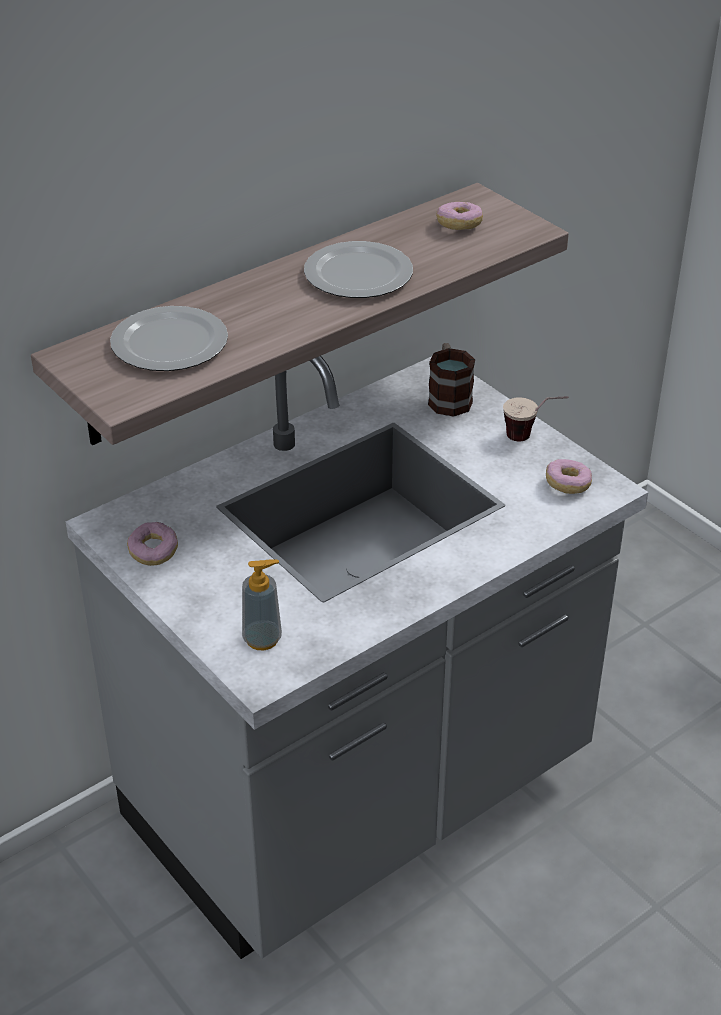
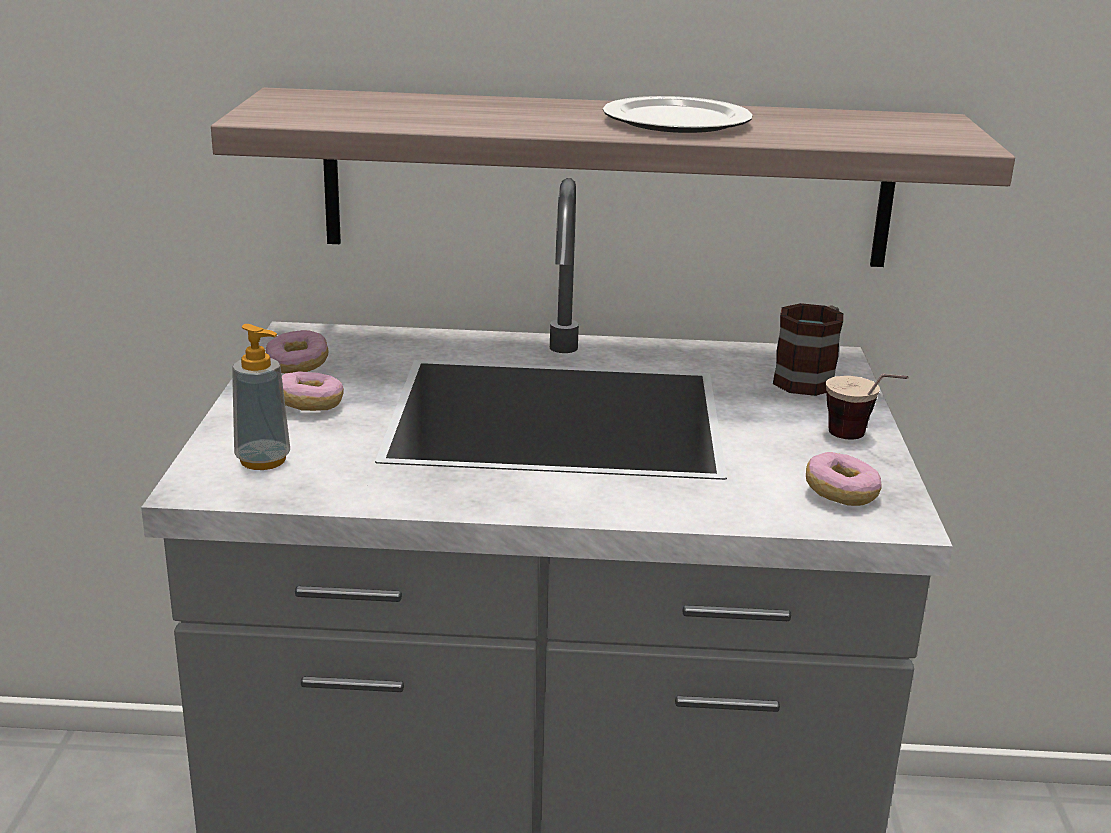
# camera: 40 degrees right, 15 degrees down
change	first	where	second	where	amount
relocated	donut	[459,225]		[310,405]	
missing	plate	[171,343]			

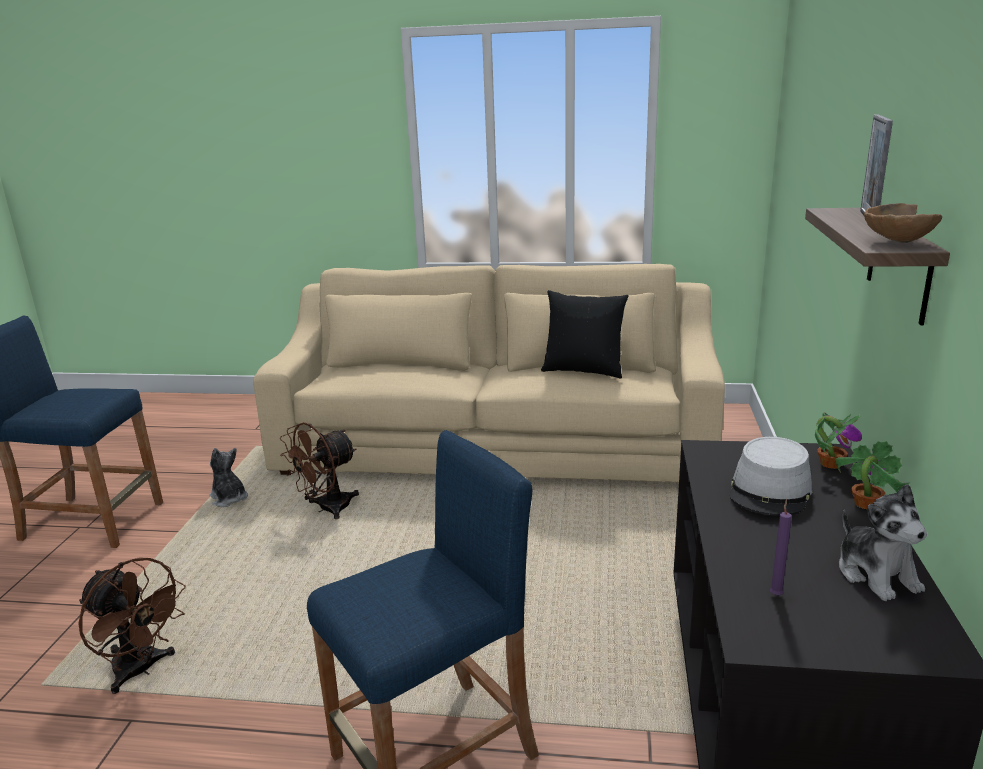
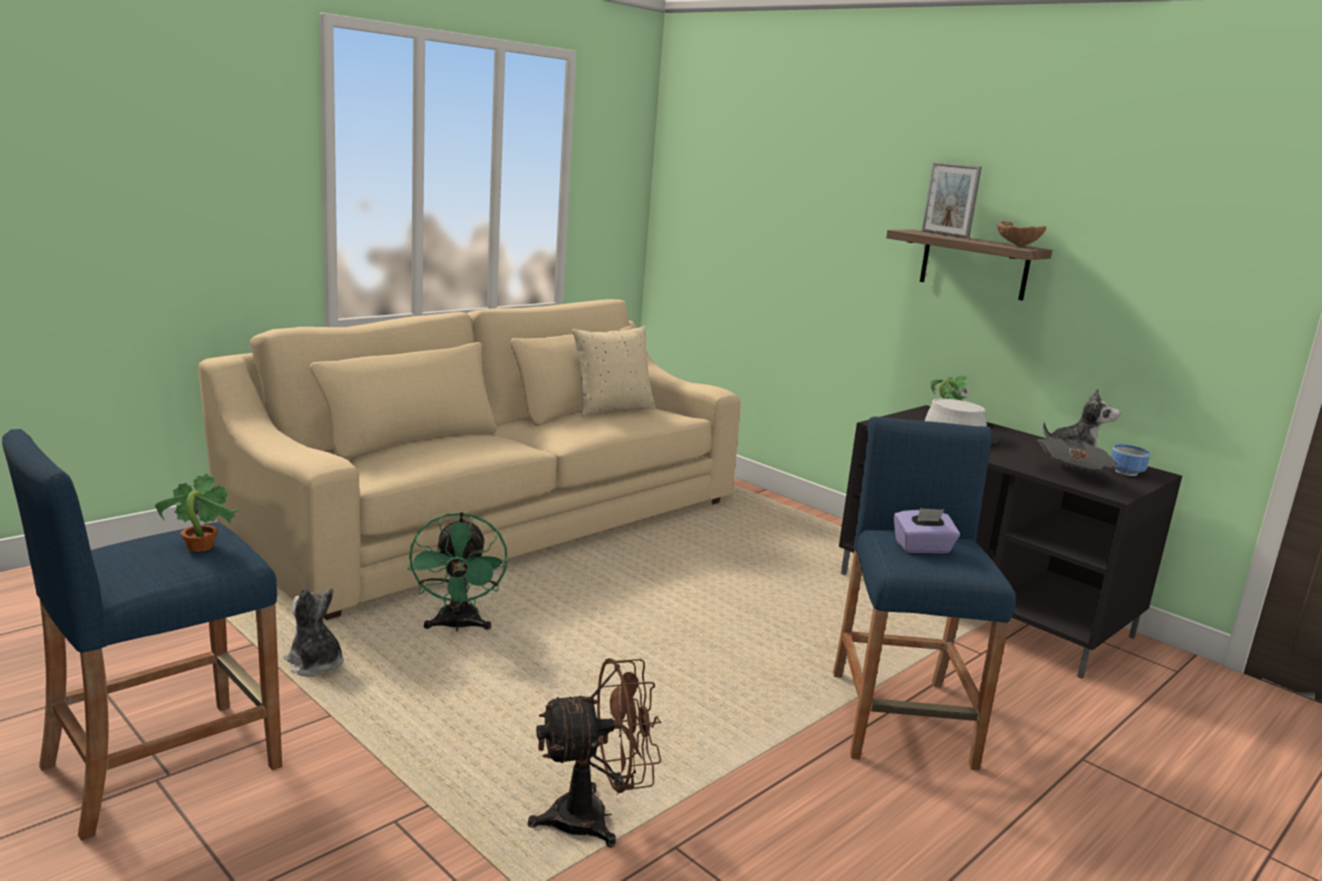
# camera: 55 degrees left, 5 degrees down
change	first	where	second	where	amount
relocated	potted_plant	[865,504]		[199,547]	
spun	plush_toy	[229,499]		[315,664]	45 degrees clockwise
colour	brown_fan	[327,509]	green_fan	[457,626]	
colour	black_pillow	[583,370]	beige_pillow	[612,409]	
appeared			purple_tissue_box	[922,548]	
exchanged	purple_candle	[776,594]	newspaper	[1073,474]	
appeared			bowl	[1127,472]	

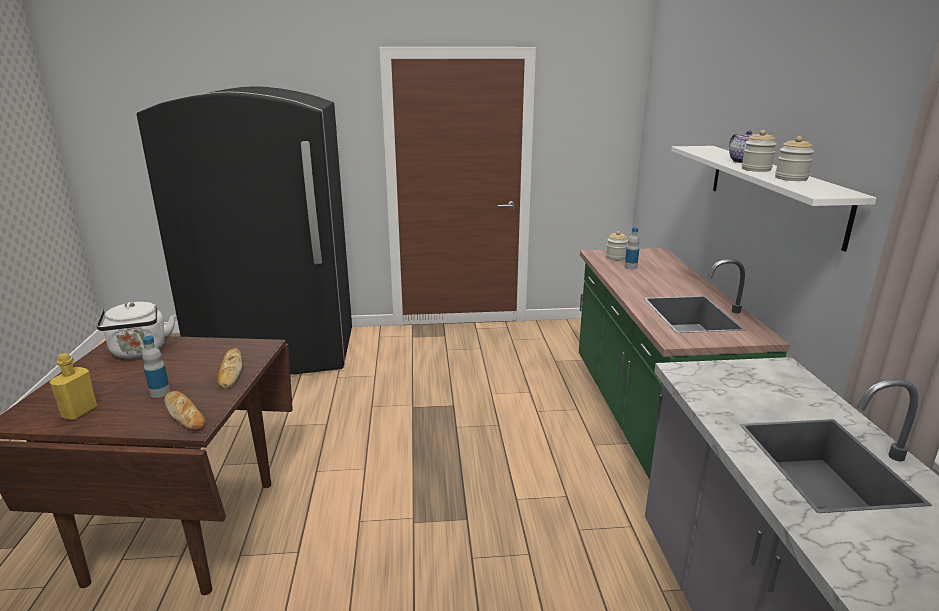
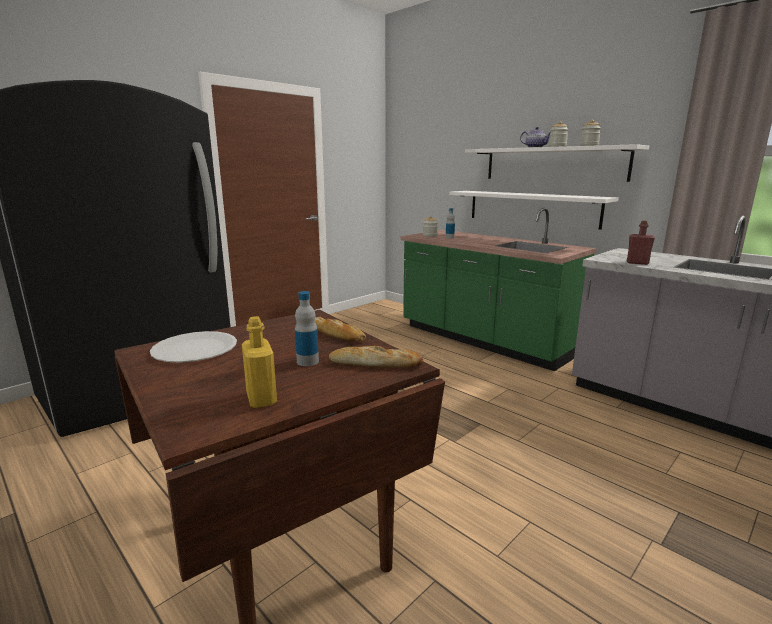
# camera: 40 degrees left, 5 degrees down
change	first	where	second	where	amount
exchanged	white_kettle	[140,352]	white_plate	[195,349]	
appeared			white_shelf	[531,208]	
appeared			red_bottle	[637,263]	

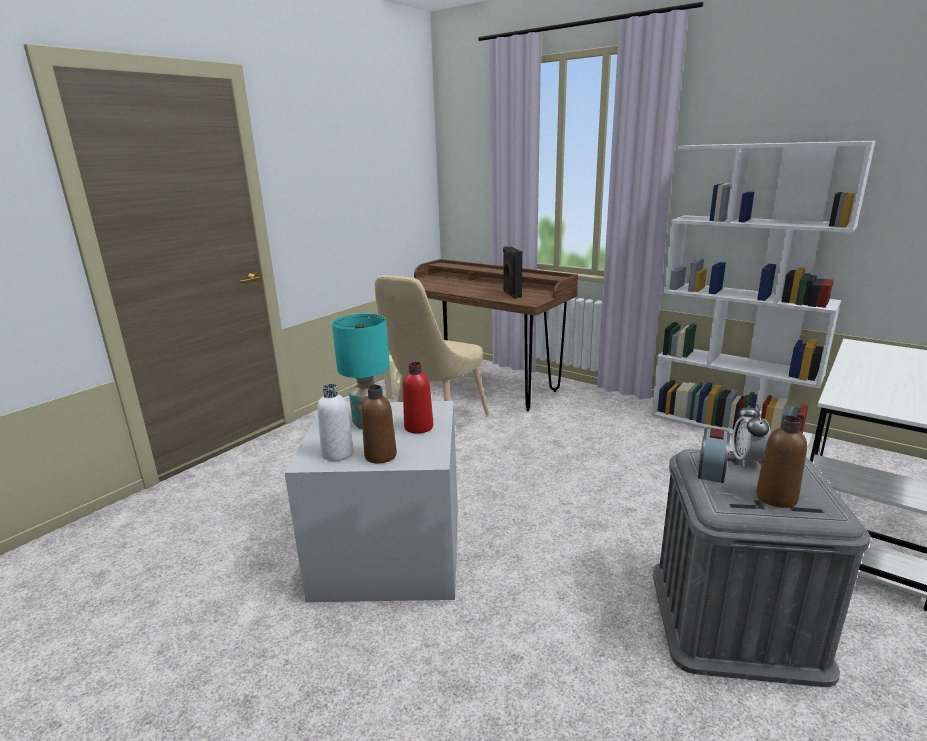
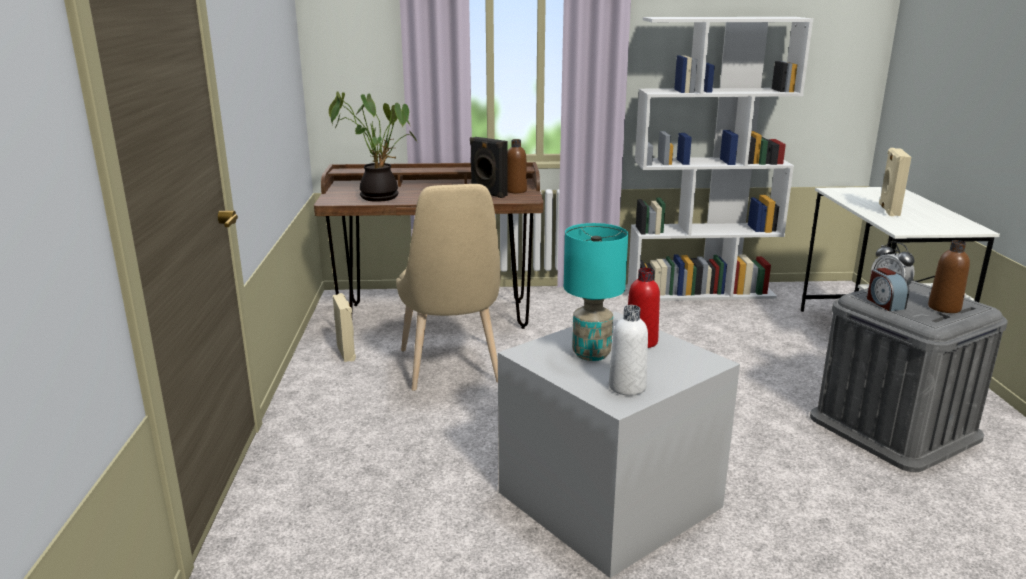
# camera: 40 degrees left, 0 degrees up
change	first	where	second	where	amount
appeared			potted_plant	[379,196]	
relocated	brown_bottle	[380,456]		[516,191]	
appeared			beige_speaker	[888,210]	

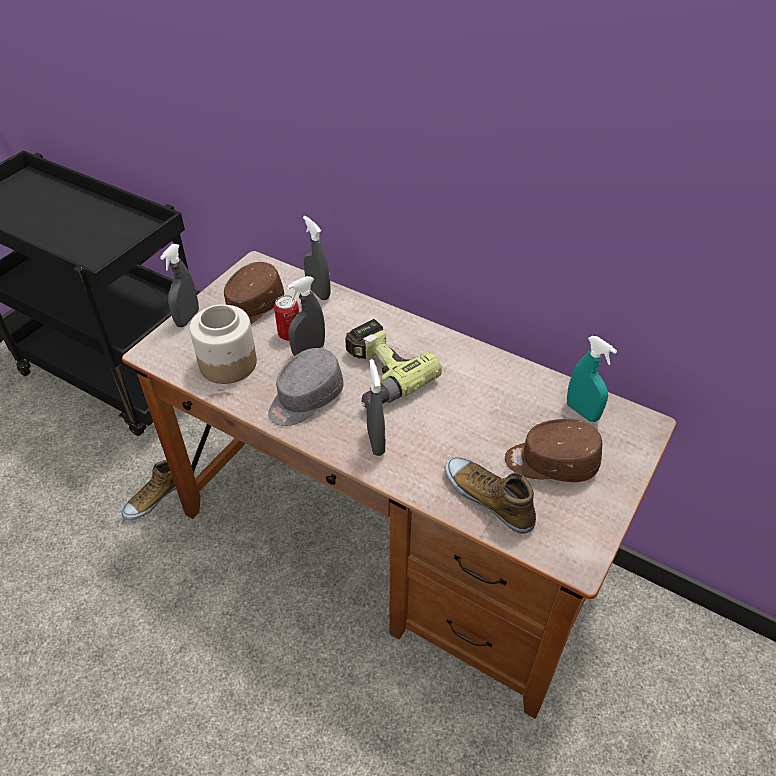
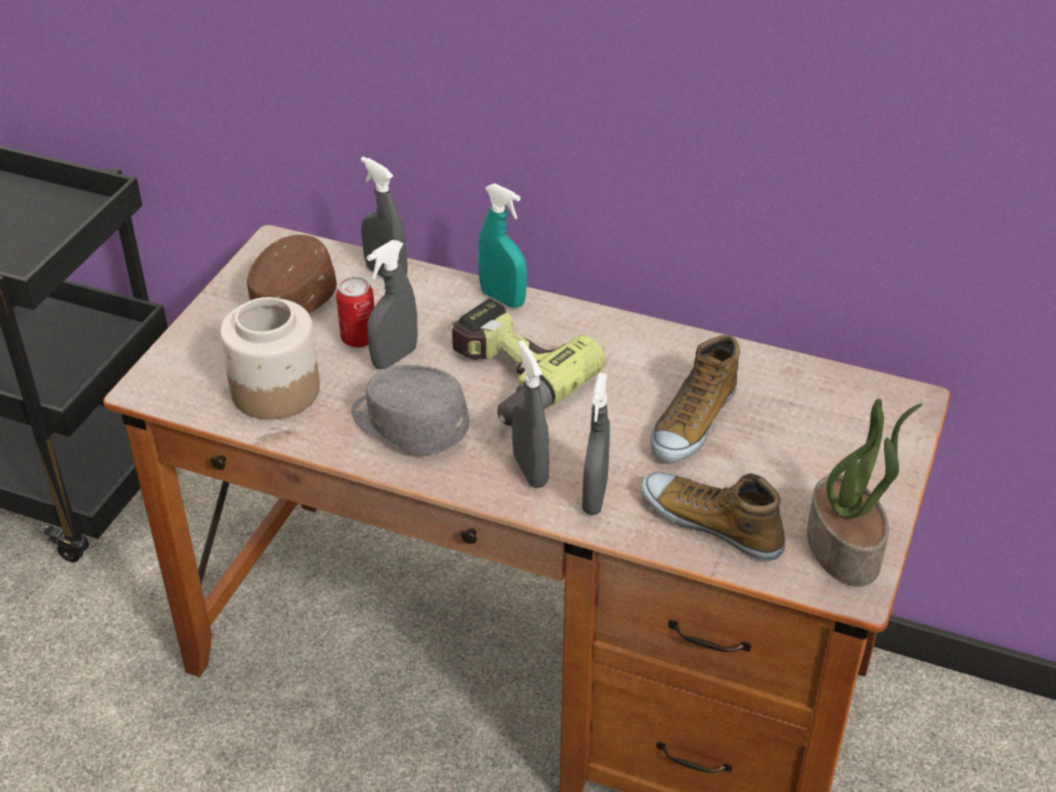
# camera: 10 degrees left, 5 degrees down
change	first	where	second	where	amount
spun	grey_cap	[305,399]		[408,425]	90 degrees clockwise
relocated	turquoise_spray_bottle	[582,412]		[502,298]	
relocated	grey_spray_bottle	[187,318]		[595,497]	
relocated	shoe	[154,497]		[692,422]	
appeared			potted_plant	[845,548]	
missing	brown_cap	[551,462]			

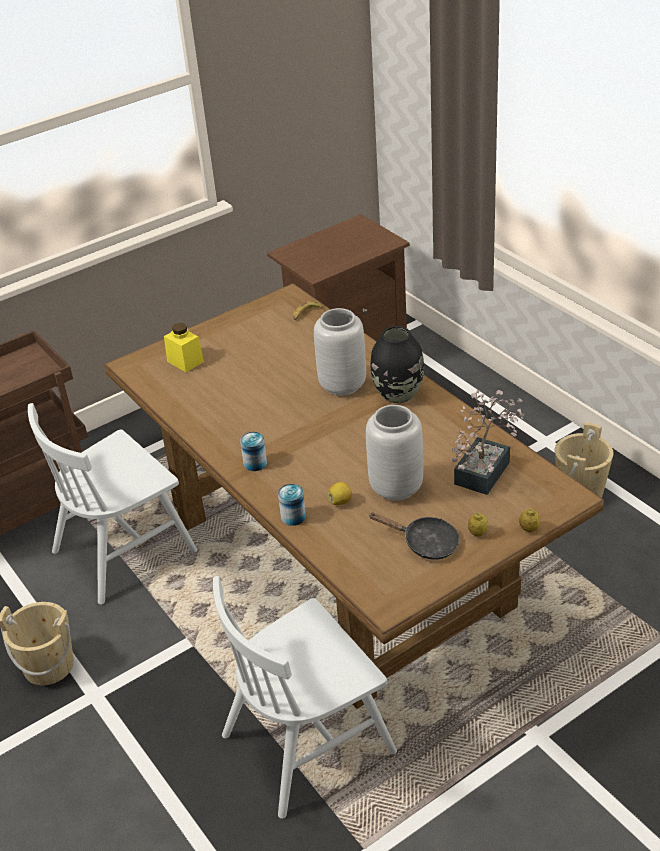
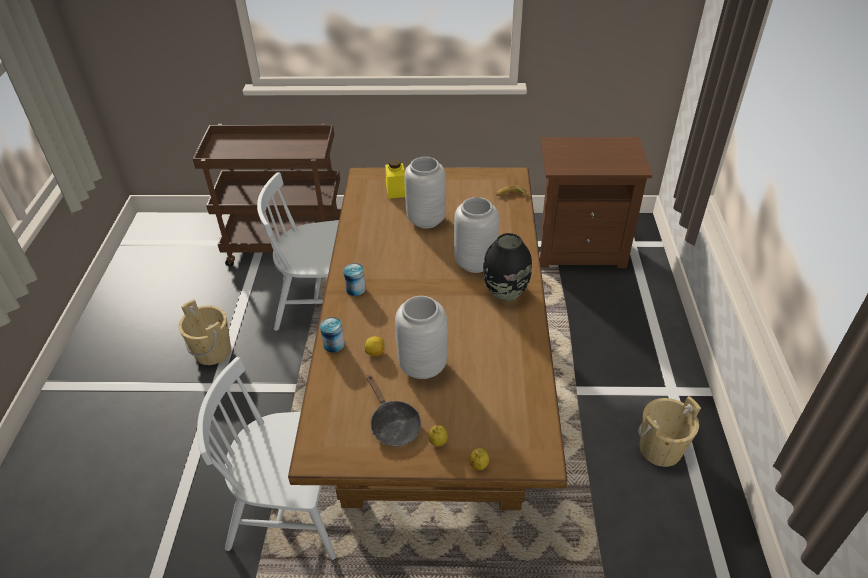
# camera: 35 degrees right, 5 degrees up
change	first	where	second	where	amount
appeared			grey_vase	[425,219]	
missing	potted_plant	[486,469]			

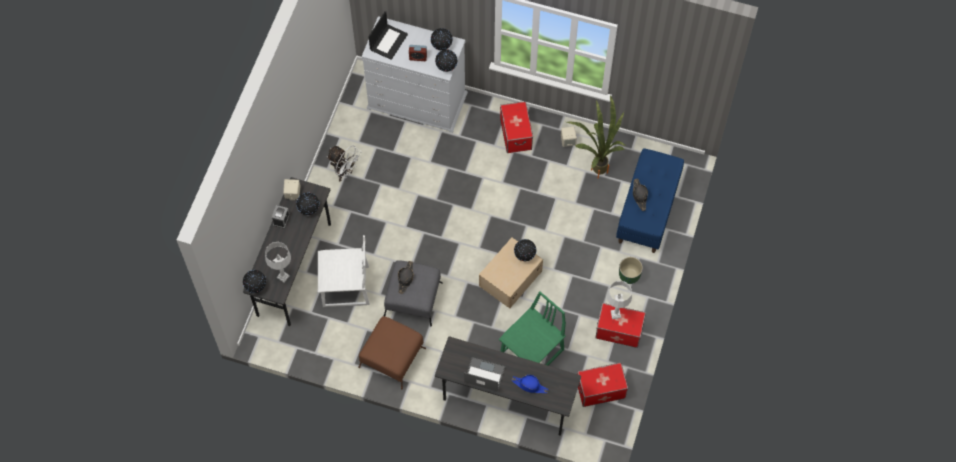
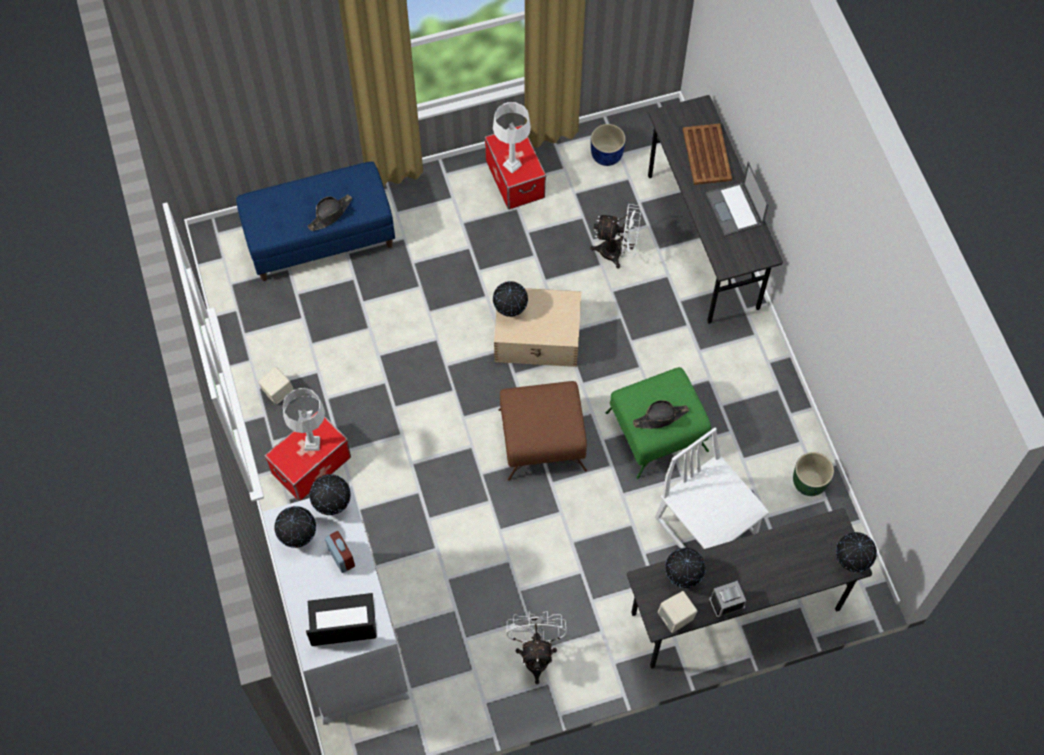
# camera: 125 degrees left, 0 degrees up
change	first	where	second	where	amount
relocated	grey_table_lamp	[283,277]		[312,443]	
relocated	brown_ottoman	[392,357]		[541,439]	
exchanged	green_chair	[532,352]	white_fan	[617,252]	
exchanged	storage_box	[600,390]	blue_planter	[607,155]	
colour	grey_ottoman	[413,299]	green_ottoman	[656,431]	
exchanged	blue_hat	[530,385]	brown_tray	[707,154]	
relocated	green_planter	[629,276]		[809,481]	
missing	potted_plant	[598,166]			

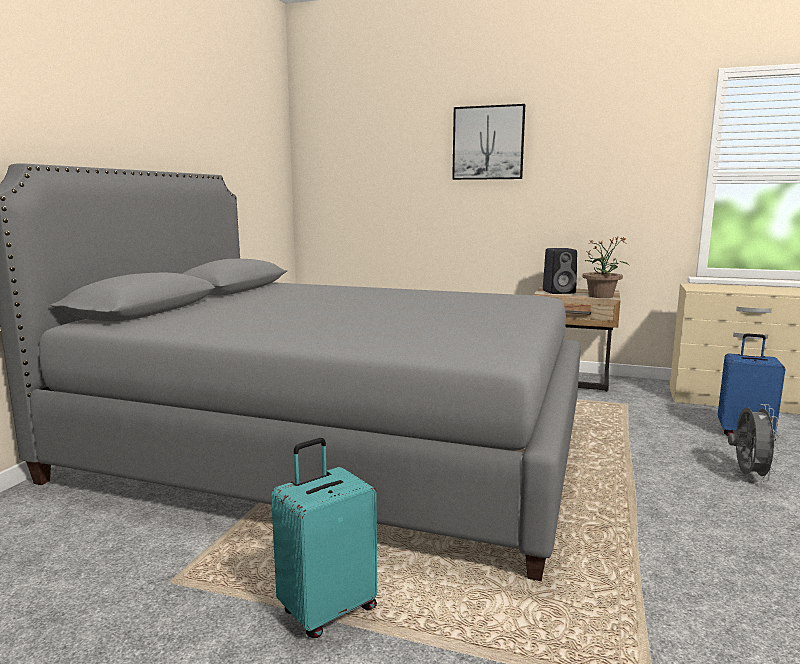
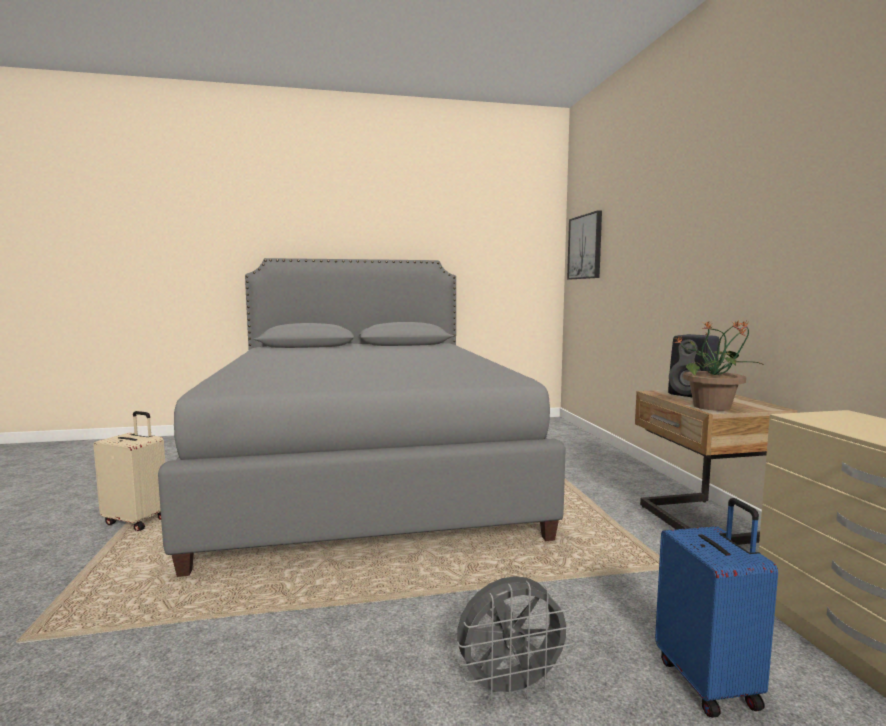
# camera: 60 degrees right, 5 degrees down
change	first	where	second	where	amount
colour	turquoise_suitcase	[327,610]	beige_suitcase	[137,520]	
relocated	picture	[488,143]		[585,247]	

